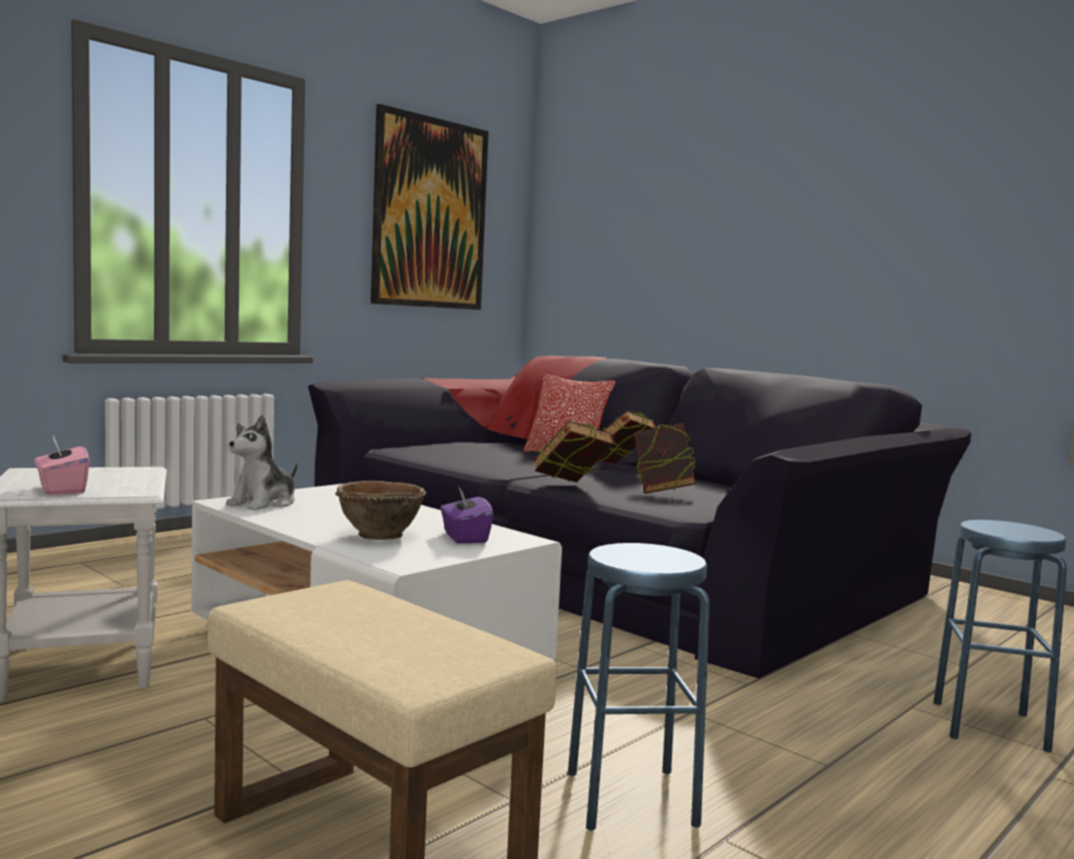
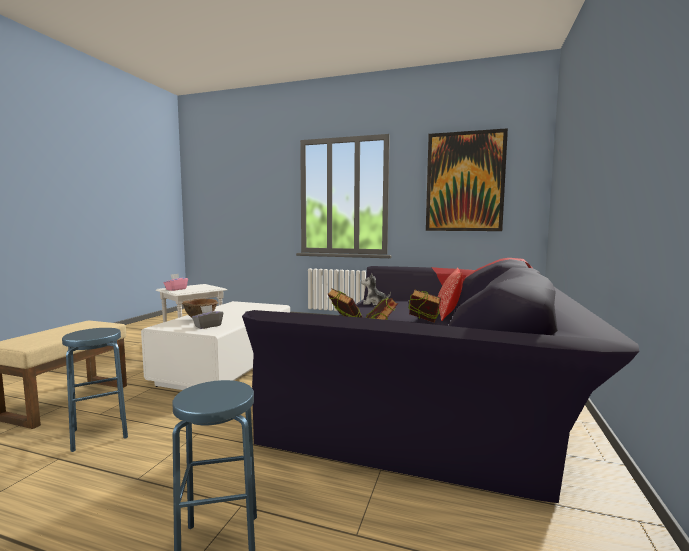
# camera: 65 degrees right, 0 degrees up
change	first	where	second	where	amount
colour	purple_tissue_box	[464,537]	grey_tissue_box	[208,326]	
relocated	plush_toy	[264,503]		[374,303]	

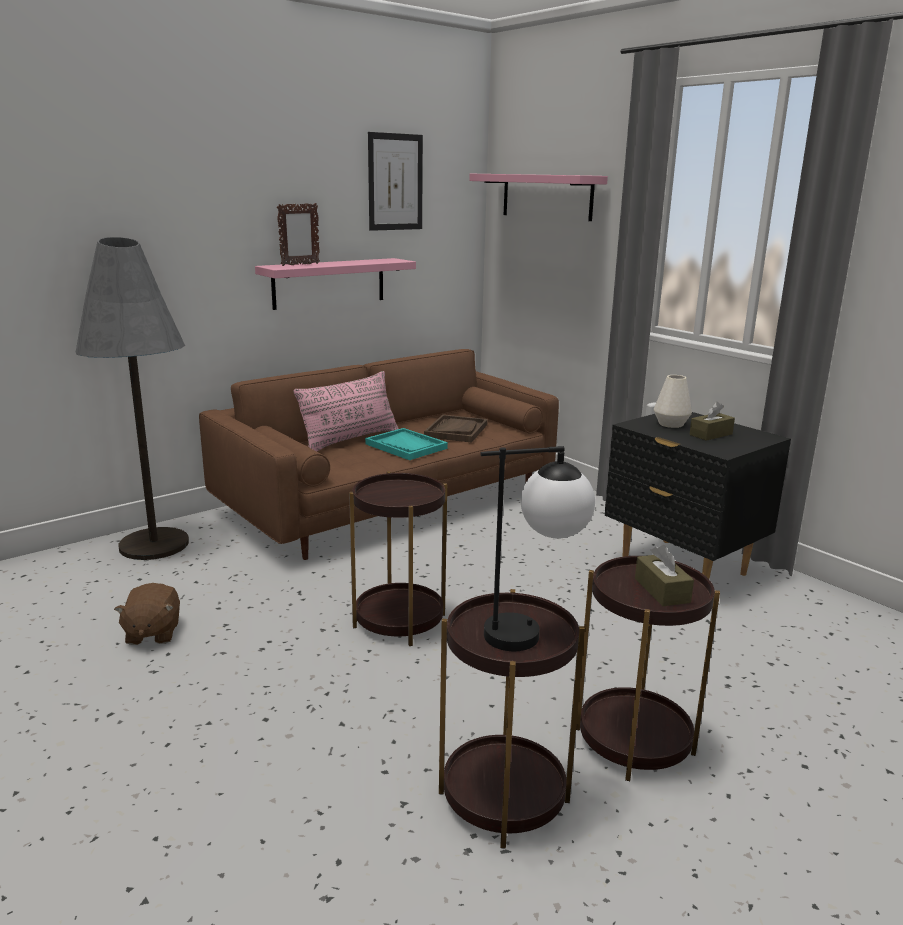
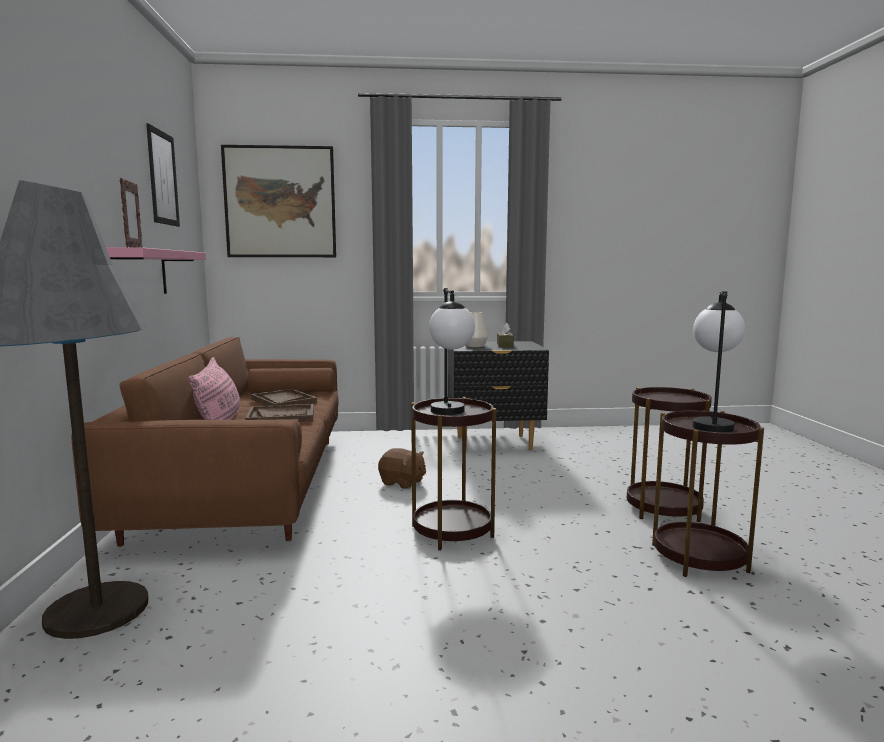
# camera: 55 degrees left, 10 degrees down
change	first	where	second	where	amount
exchanged	pink_shelf	[546,196]	picture	[280,202]	
colour	turquoise_tray	[406,446]	brown_tray	[281,416]	
relocated	brown_plush_toy	[152,633]		[402,482]	
appeared			table_lamp	[450,414]	
missing	brown_tissue_box	[662,590]			

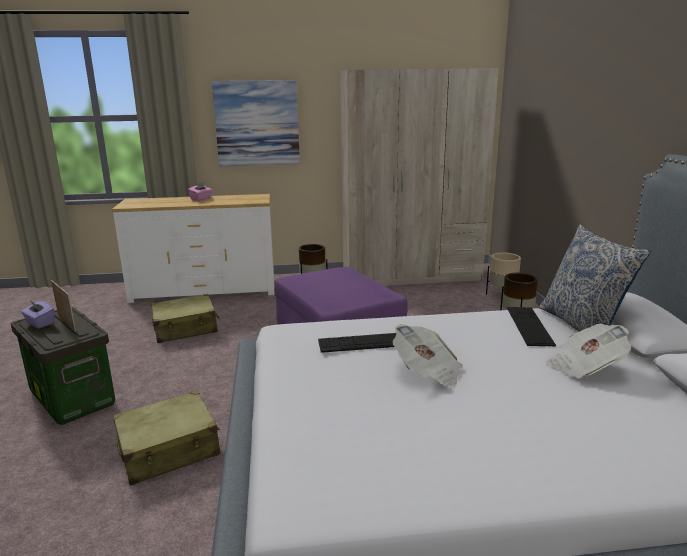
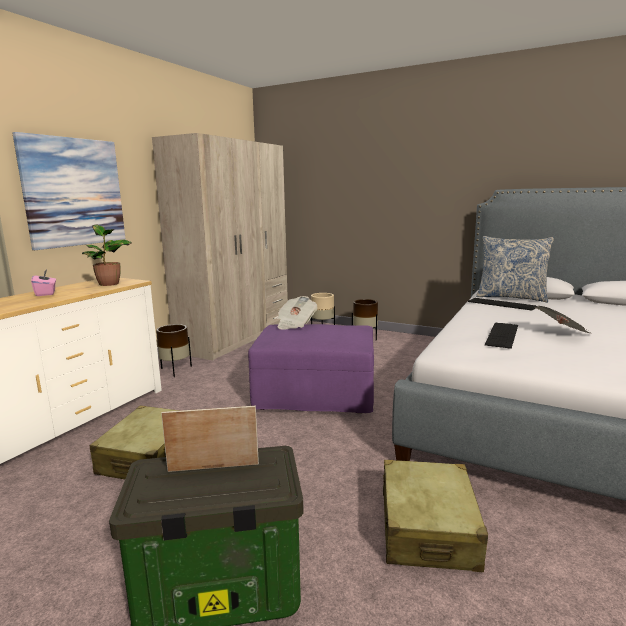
# camera: 55 degrees left, 5 degrees down
change	first	where	second	where	amount
appeared			potted_plant	[110,284]	
relocated	newspaper	[584,367]		[295,324]	
missing	purple_tissue_box	[40,323]			

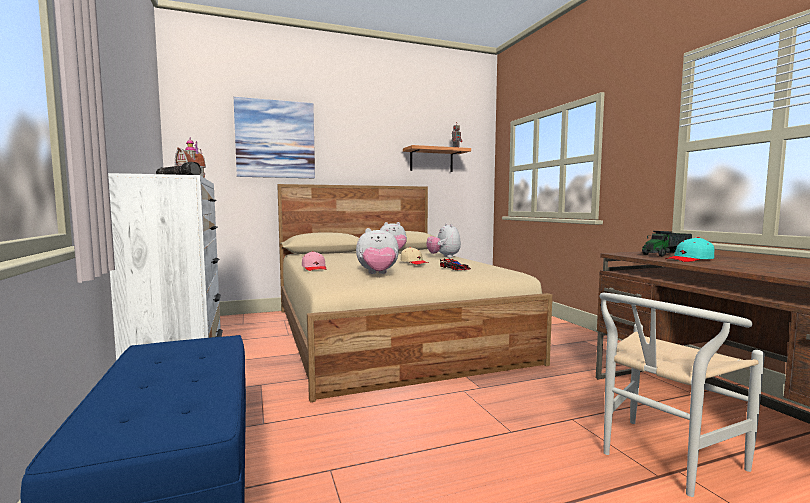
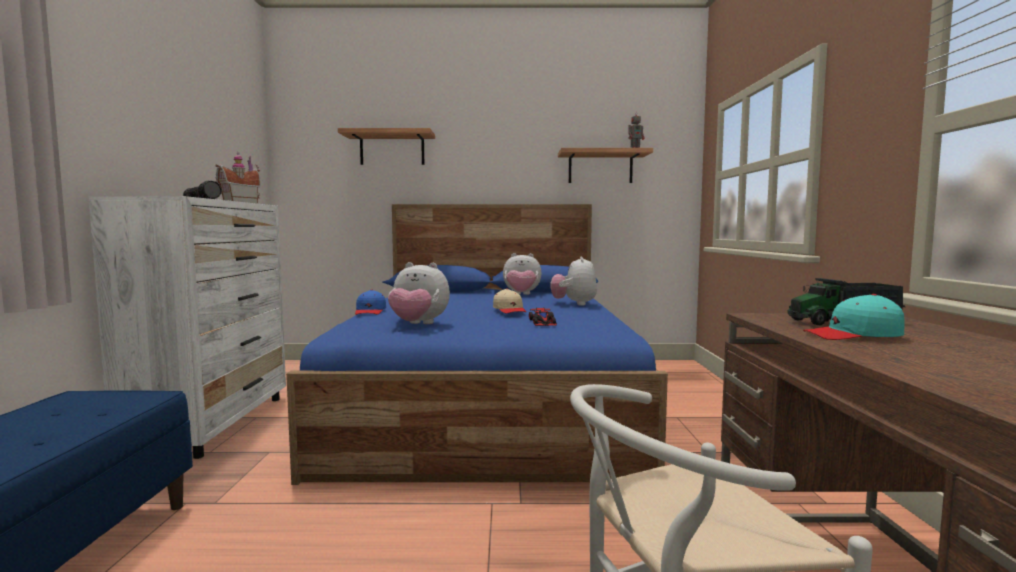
# camera: 20 degrees right, 0 degrees up
change	first	where	second	where	amount
colour	beige_bed	[388,332]	blue_bed	[488,402]	
exchanged	picture	[275,139]	shelf	[392,149]	
colour	pink_cap	[314,268]	blue_cap	[370,311]	

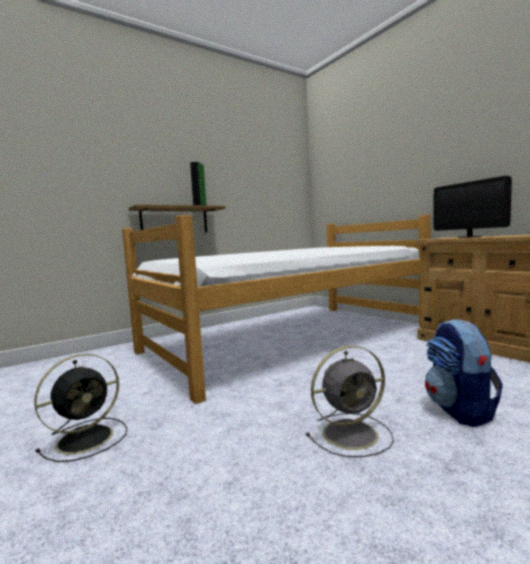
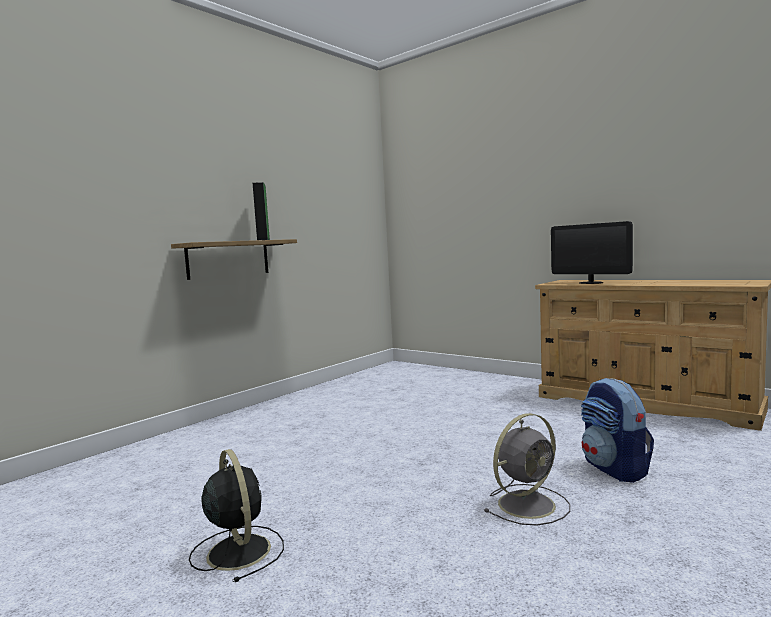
# camera: 15 degrees left, 0 degrees up
change	first	where	second	where	amount
spun	black_fan	[88,438]		[238,550]	60 degrees counterclockwise
missing	bed	[290,339]			

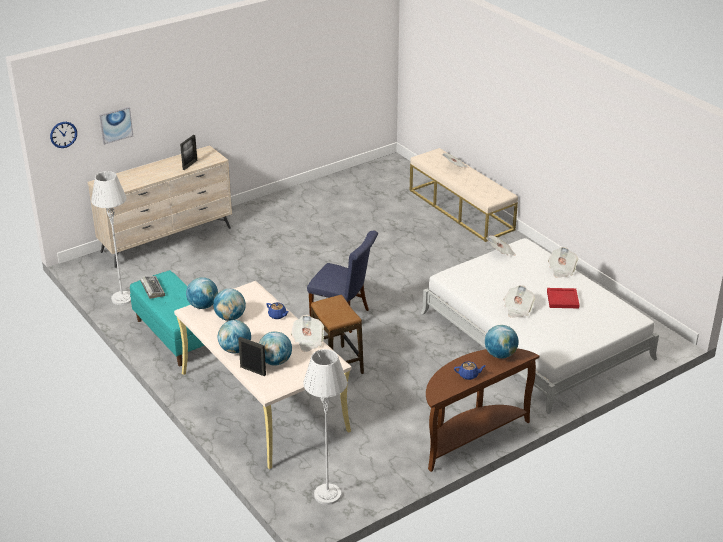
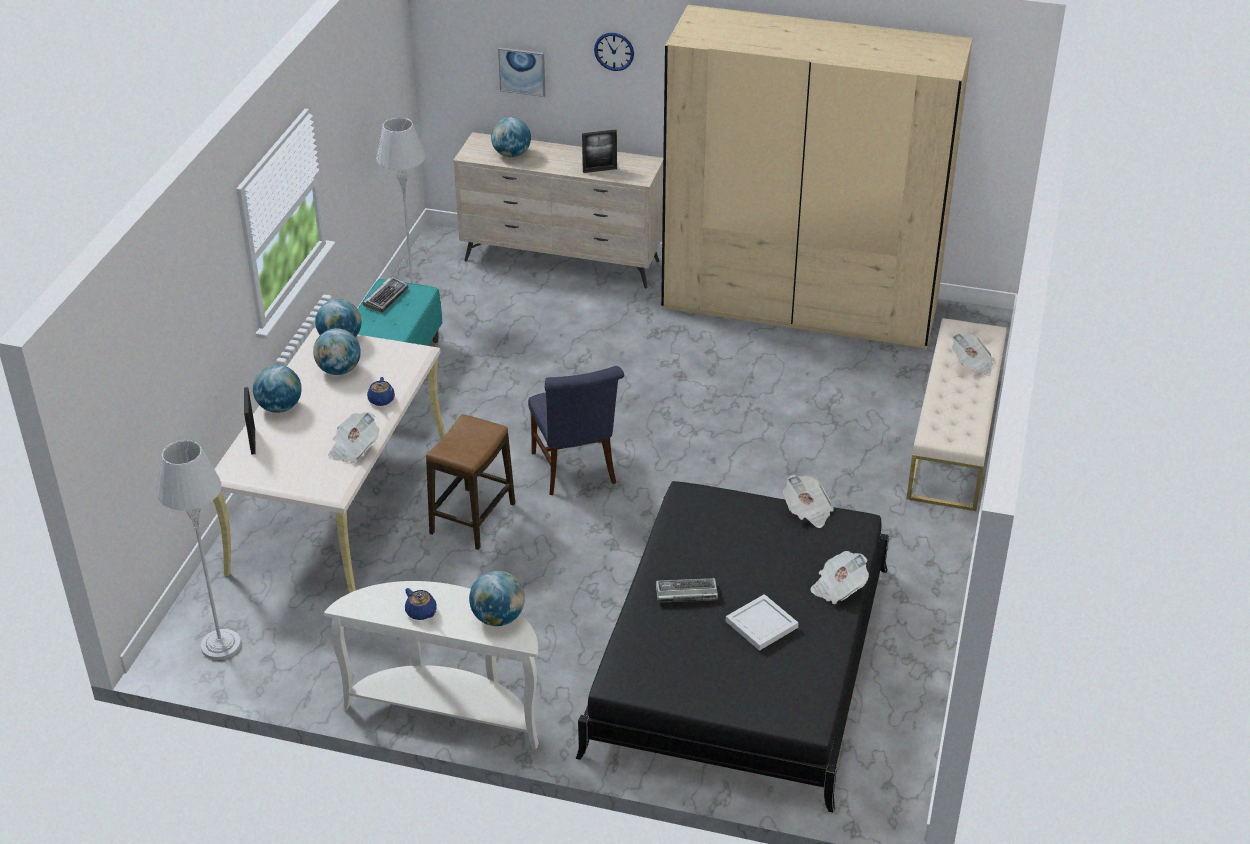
# camera: 50 degrees right, 5 degrees up
change	first	where	second	where	amount
colour	brown_console_table	[470,437]	white_console_table	[448,709]	
relocated	globe	[275,361]		[511,154]	
colour	white_bed	[535,335]	black_bed	[740,658]	
relocated	wall_clock	[63,134]		[614,51]	
exchanged	newspaper	[517,309]	keyboard	[685,594]	
appeared			beige_wardrobe	[800,305]	
colour	red_tray	[562,299]	white_tray	[761,623]	

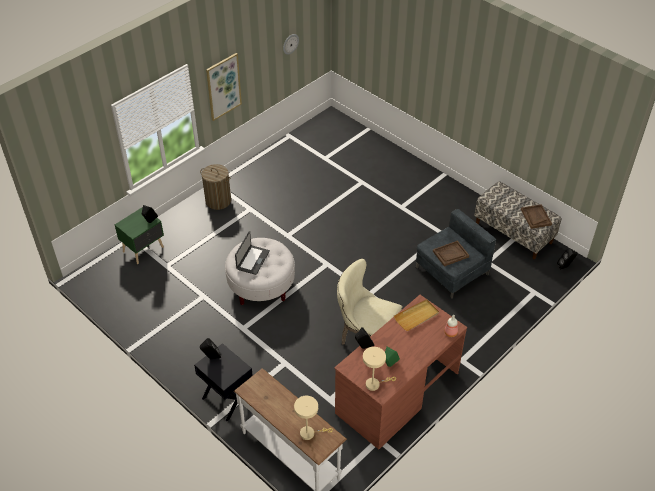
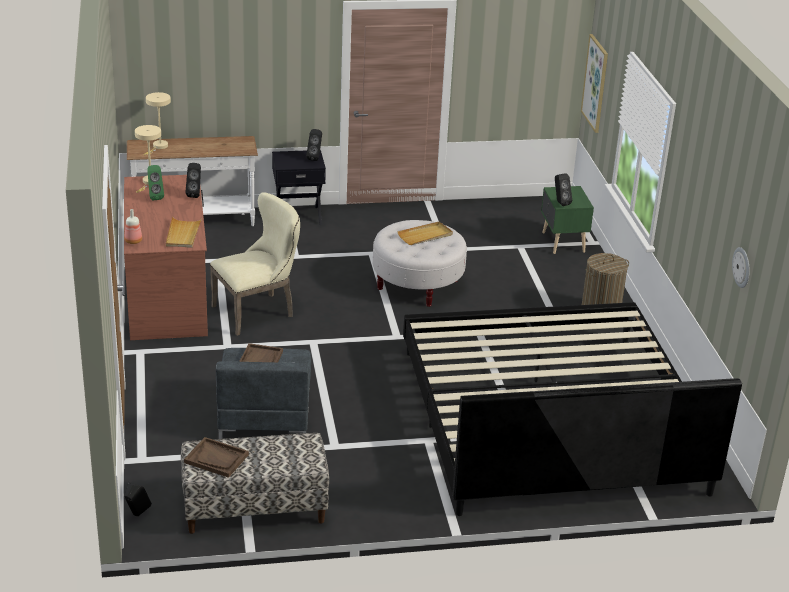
# camera: 125 degrees right, 15 degrees down
change	first	where	second	where	amount
exchanged	laptop	[252,260]	beige_tray	[425,235]	
appeared			bed	[549,420]	
relocated	picture	[223,86]		[595,83]	

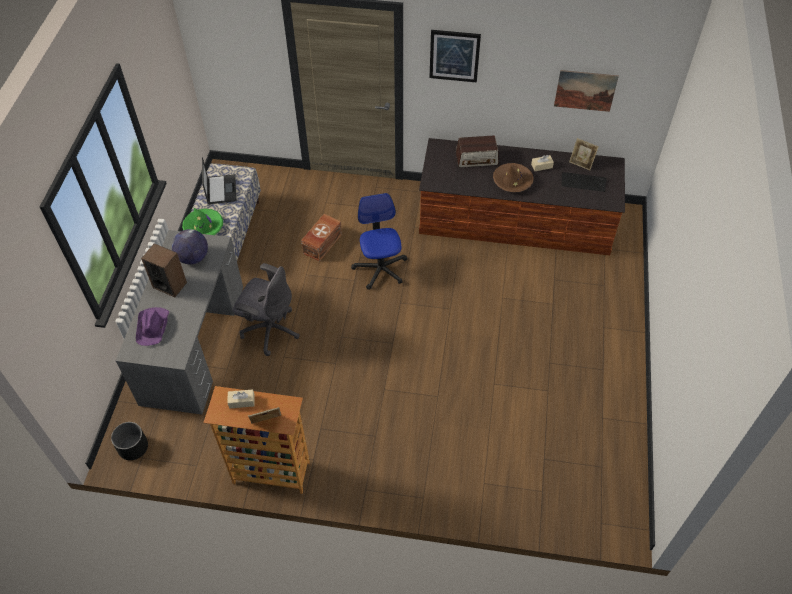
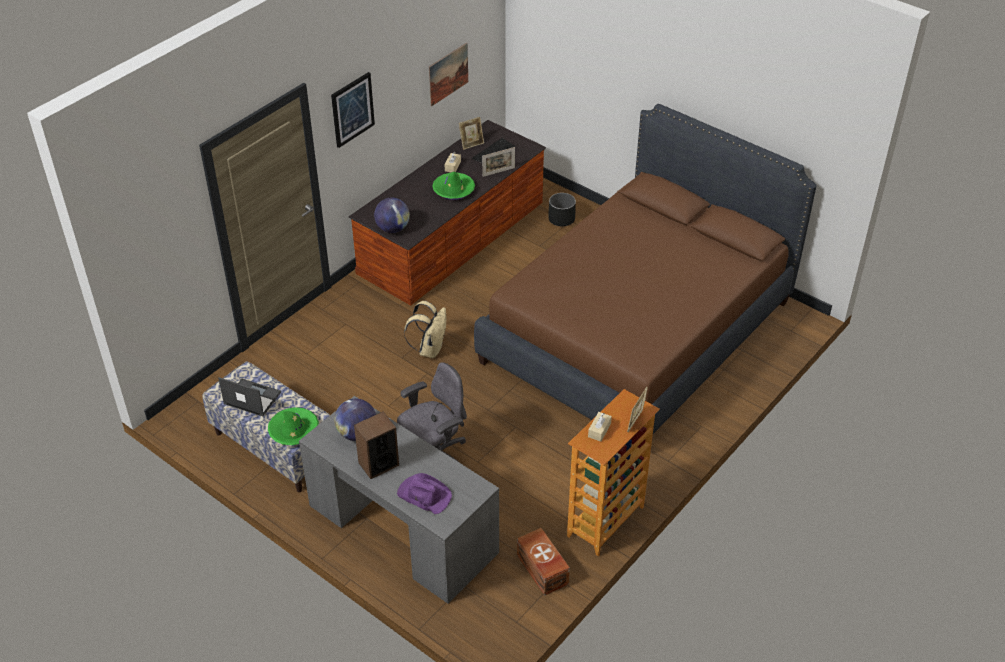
# camera: 60 degrees left, 10 degrees down
change	first	where	second	where	amount
appeared			globe	[393,228]	
exchanged	office_chair	[380,269]	beige_backpack	[430,349]	
colour	brown_hat	[512,181]	green_hat	[453,190]	
appeared			brown_bed	[637,331]	
appeared			picture_frame	[498,172]	
relocated	brown_storage_box	[321,244]		[542,570]	
relocated	black_planter	[133,447]		[561,219]	
missing	radio	[477,159]			

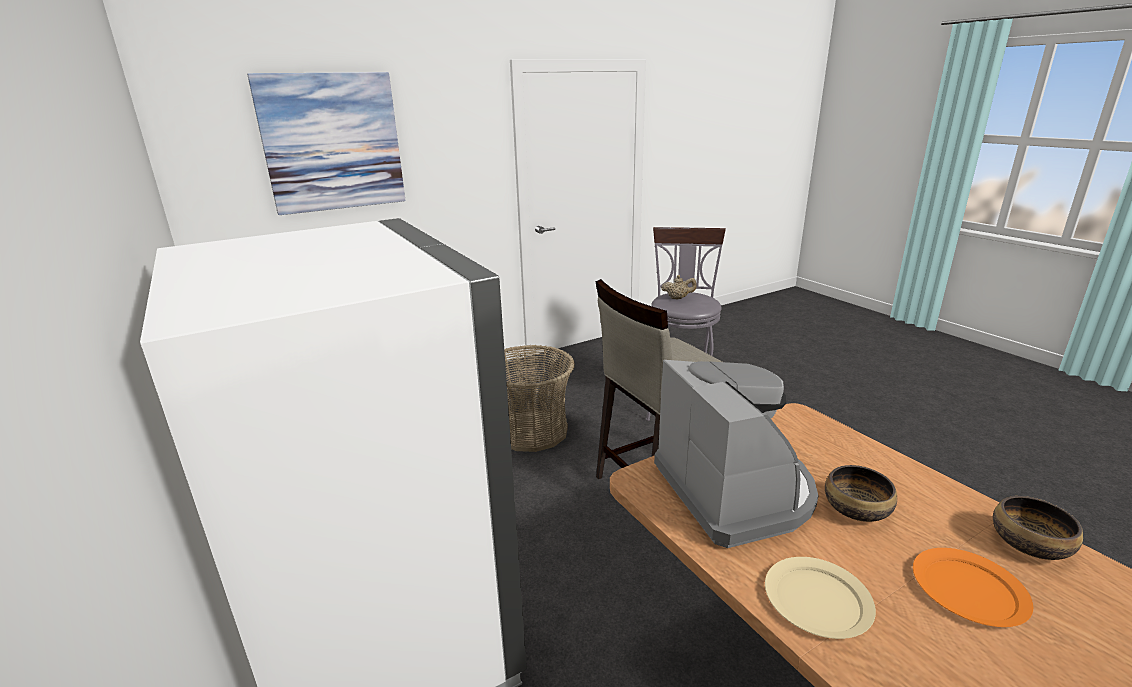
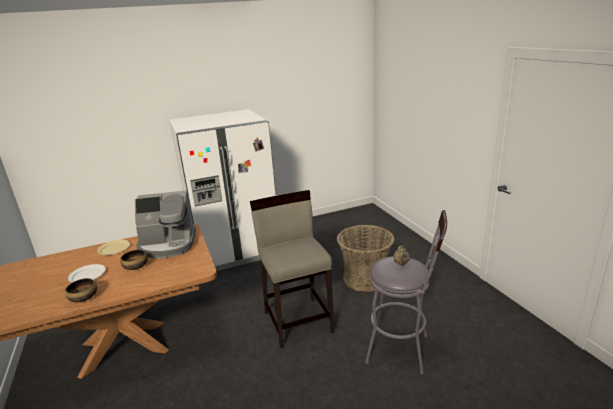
# camera: 100 degrees right, 0 degrees up
change	first	where	second	where	amount
colour	orange_plate	[967,589]	white_plate	[87,275]	
missing	picture	[332,142]			

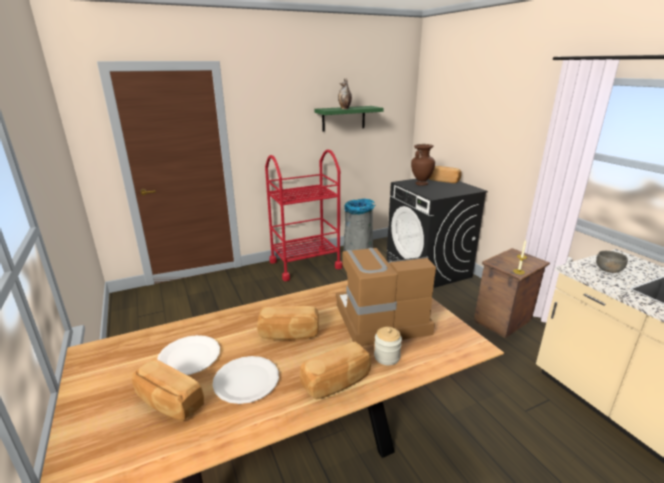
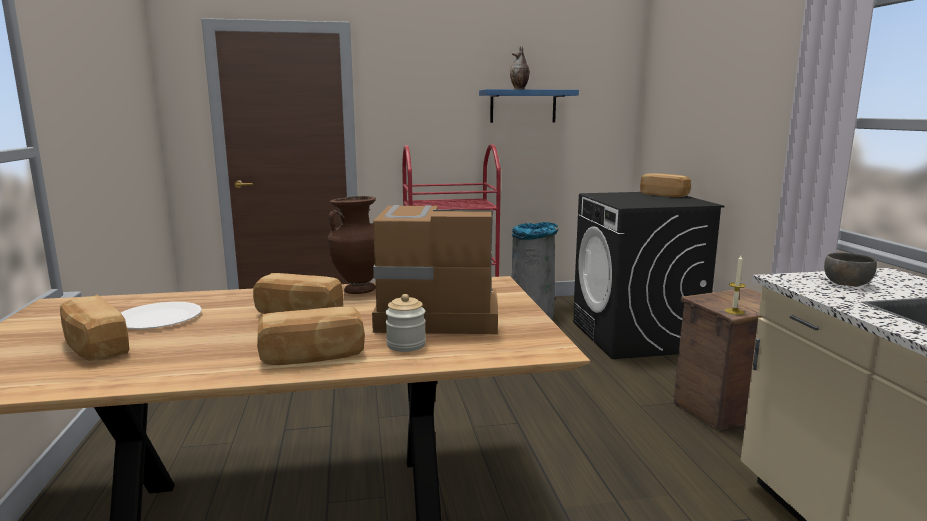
# camera: 15 degrees right, 10 degrees down
change	first	where	second	where	amount
relocated	brown_vase	[421,184]		[358,290]	
colour	green_shelf	[343,118]	blue_shelf	[523,106]	
missing	white_plate	[246,381]			

